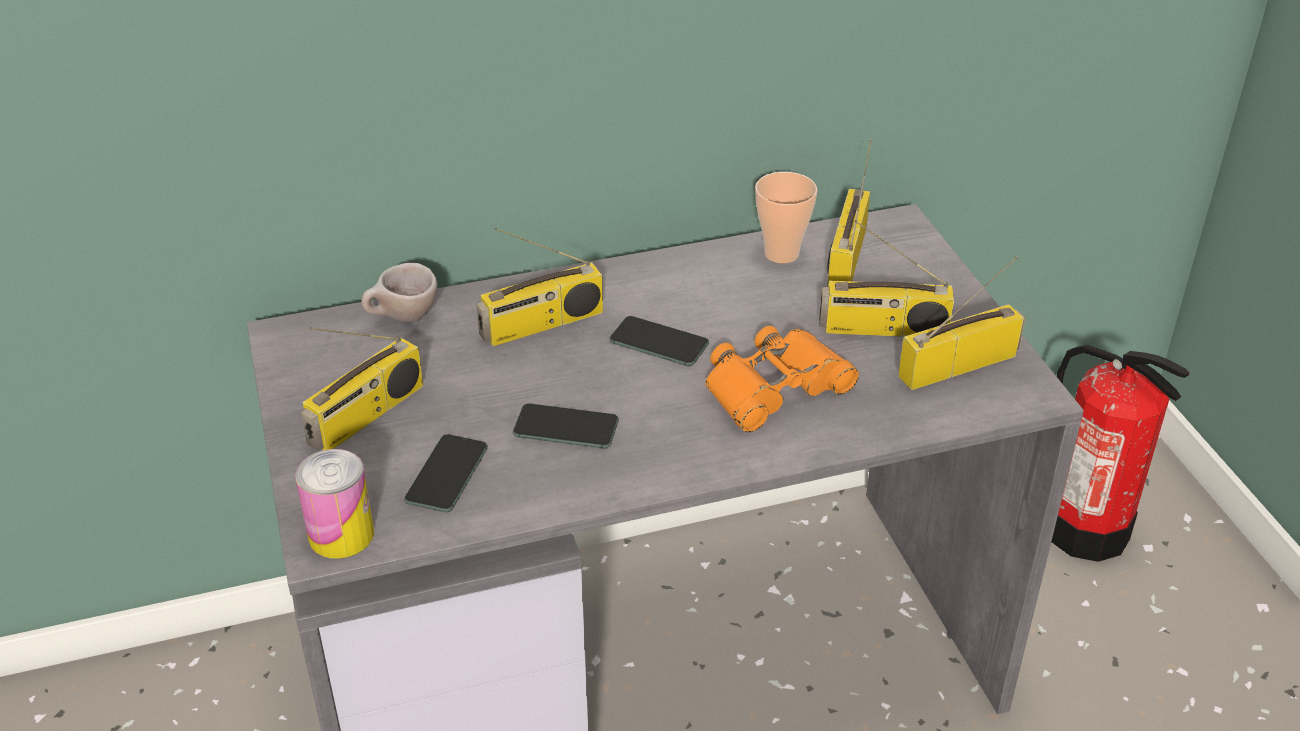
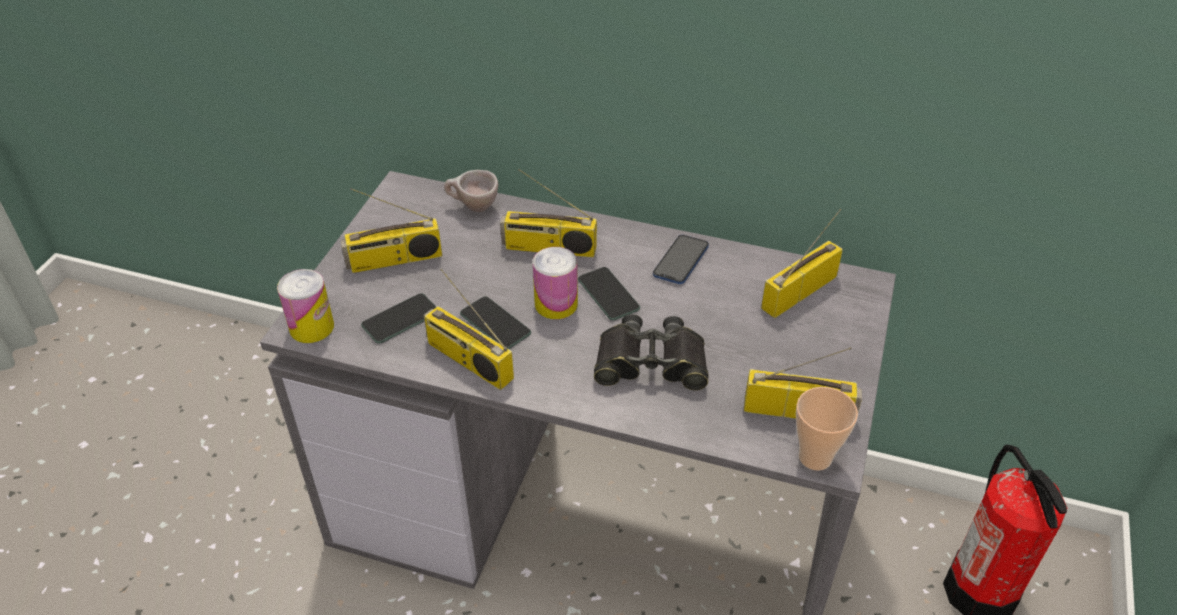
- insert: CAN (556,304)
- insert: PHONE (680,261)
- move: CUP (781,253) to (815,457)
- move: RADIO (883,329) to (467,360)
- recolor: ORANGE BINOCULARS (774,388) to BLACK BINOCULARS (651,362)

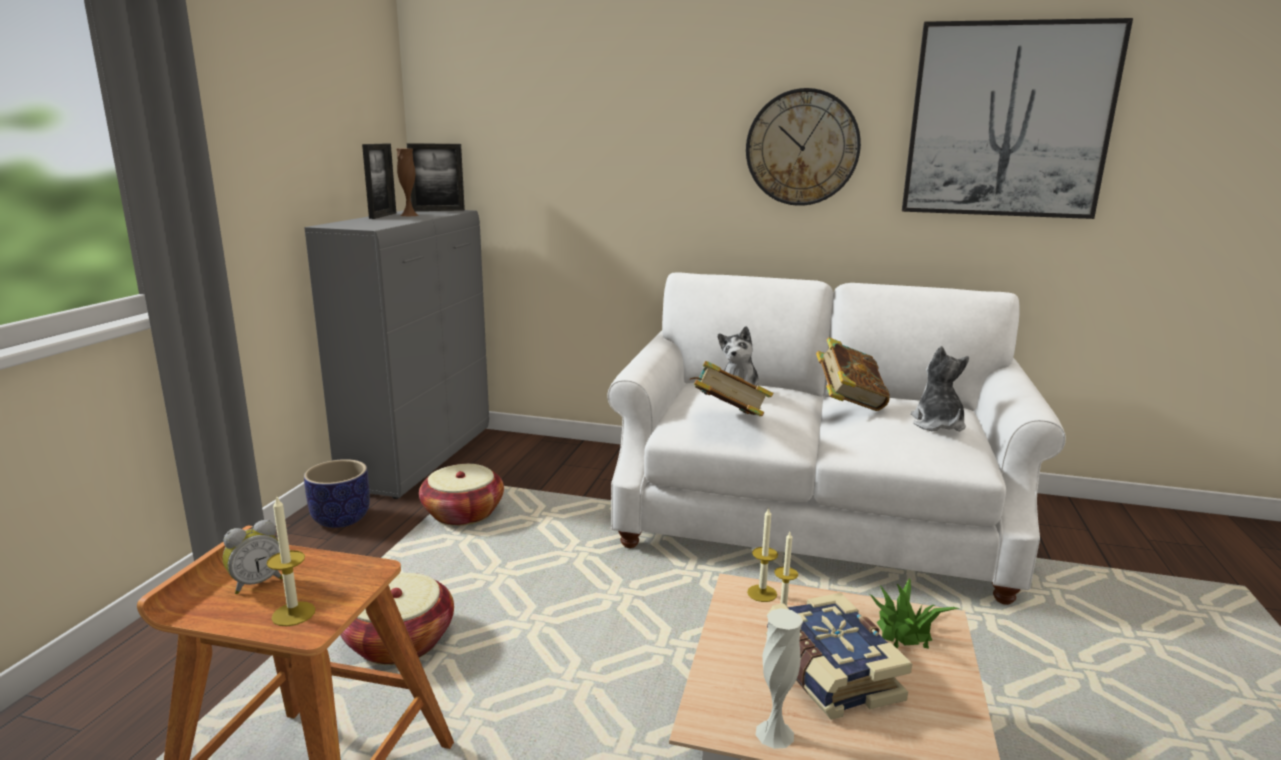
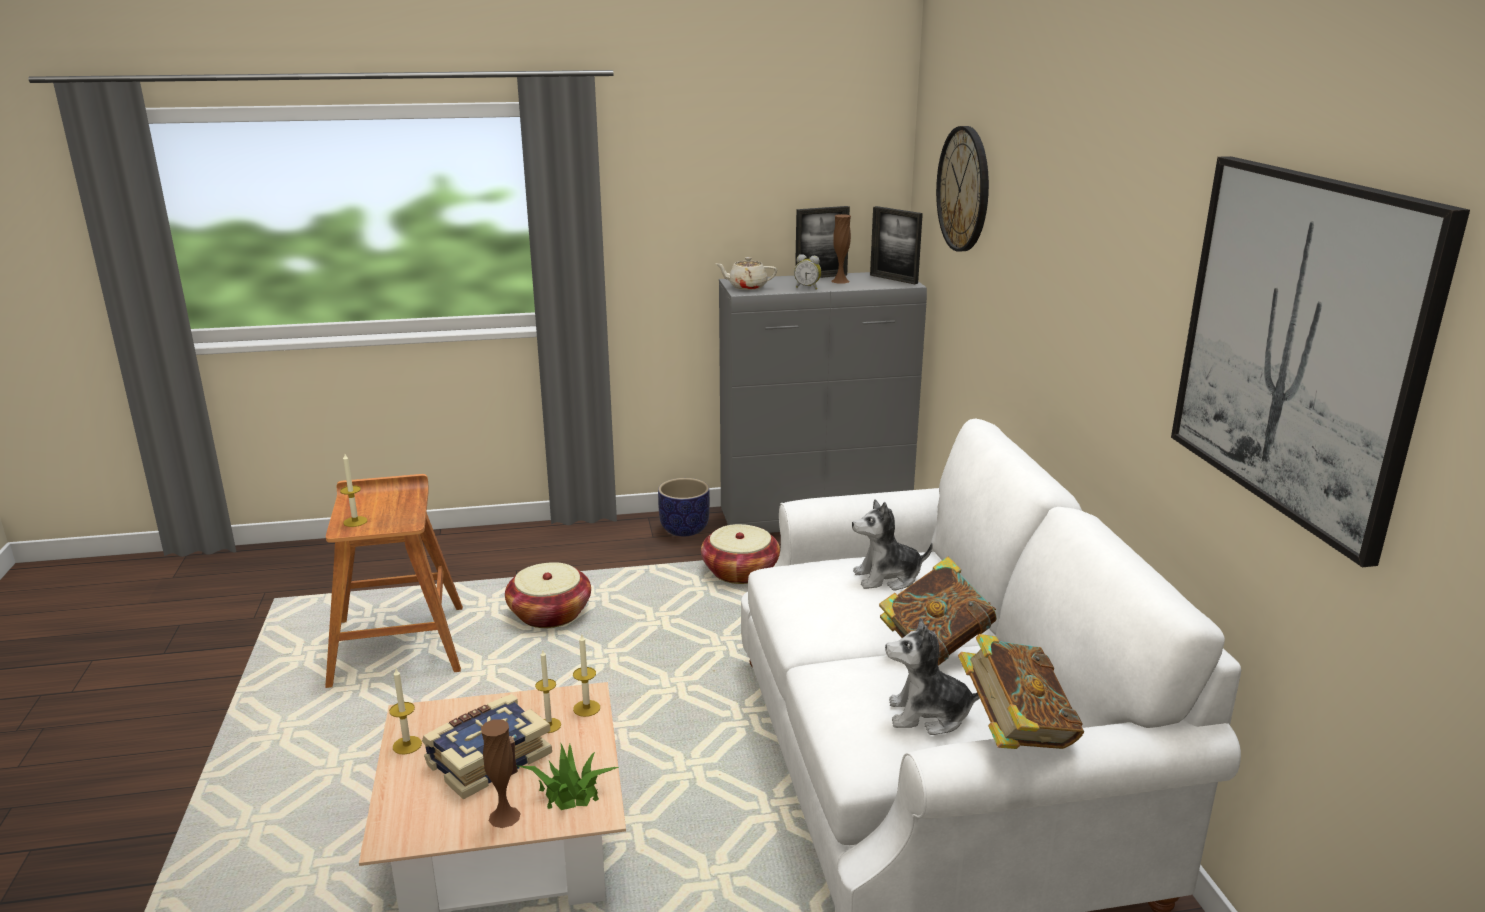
- insert: BROWN VASE (504,817)
- insert: BEIGE TEAPOT (747,287)
- move: ALARM CLOCK (256,583) to (807,287)
- move: BOOK (728,420) to (1015,731)
- move: WALL CLOCK (802,148) to (964,189)
- replace: WHITE VASE (774,734) to CANDLE (407,745)
- rotate: PLUSH TOY (937,424) = (928,715) 150 degrees counterclockwise

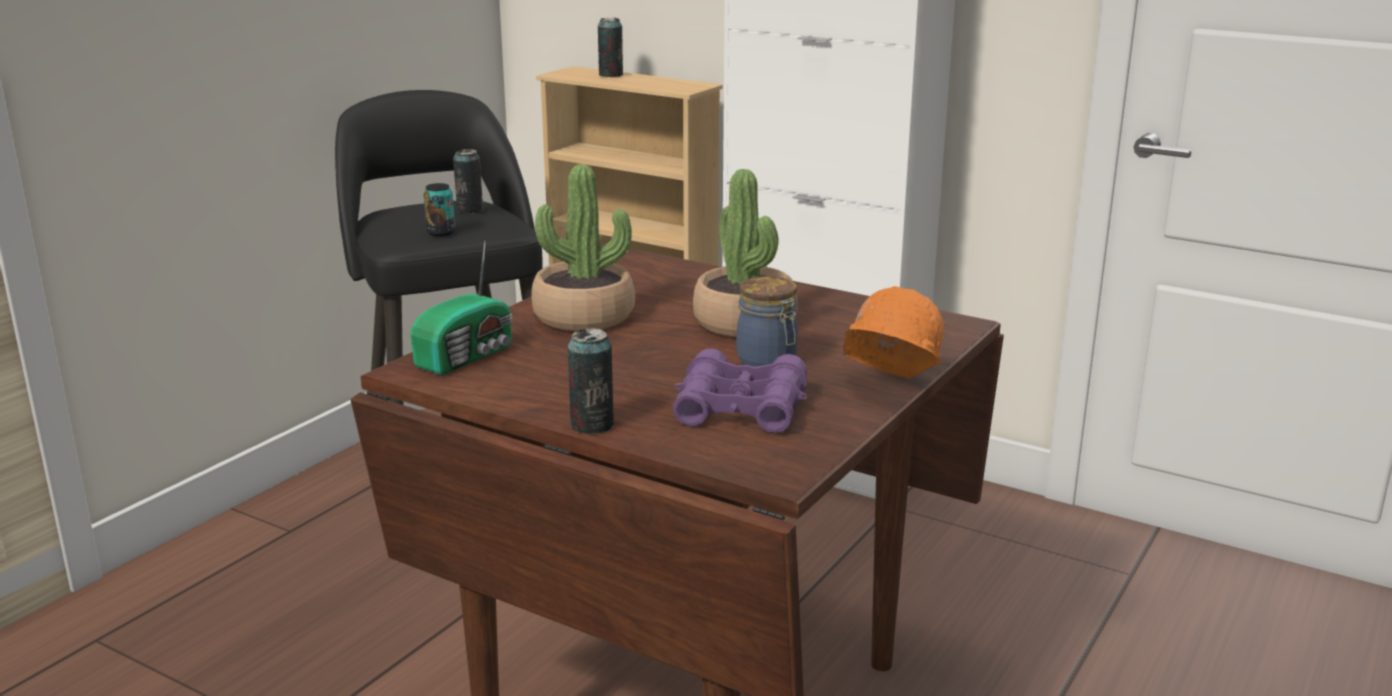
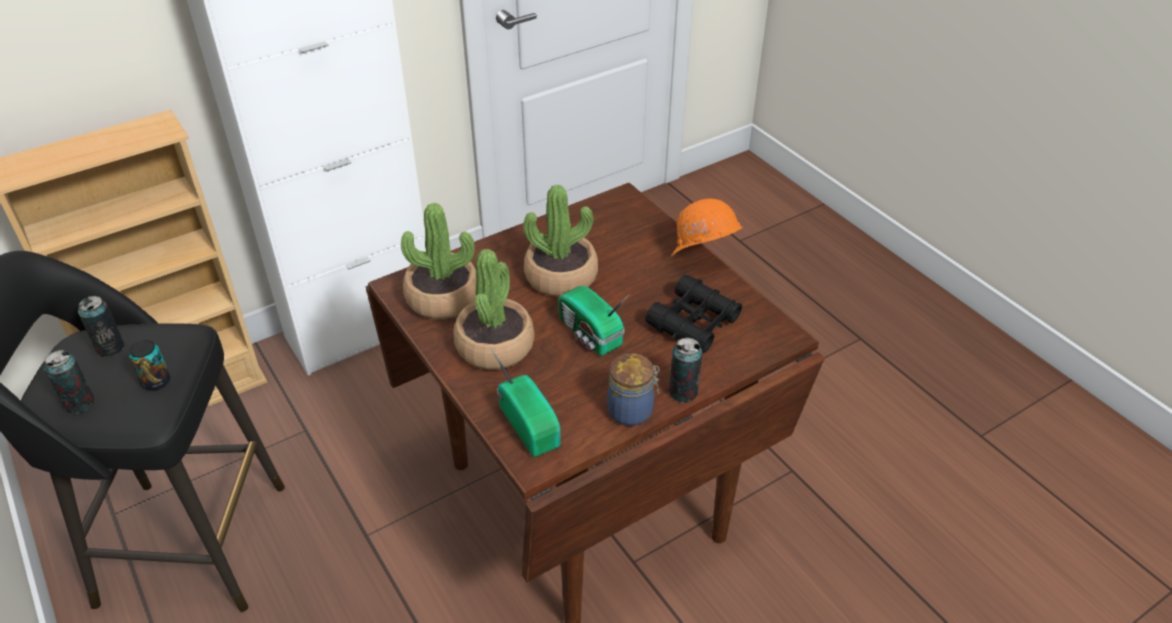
- insert: POTTED PLANT (443,298)
- insert: RADIO (590,334)
- move: CAN (611,75) to (80,403)
- move: JAR (768,362) to (632,411)
- recolor: PURPLE BINOCULARS (741,409) to BLACK BINOCULARS (694,322)

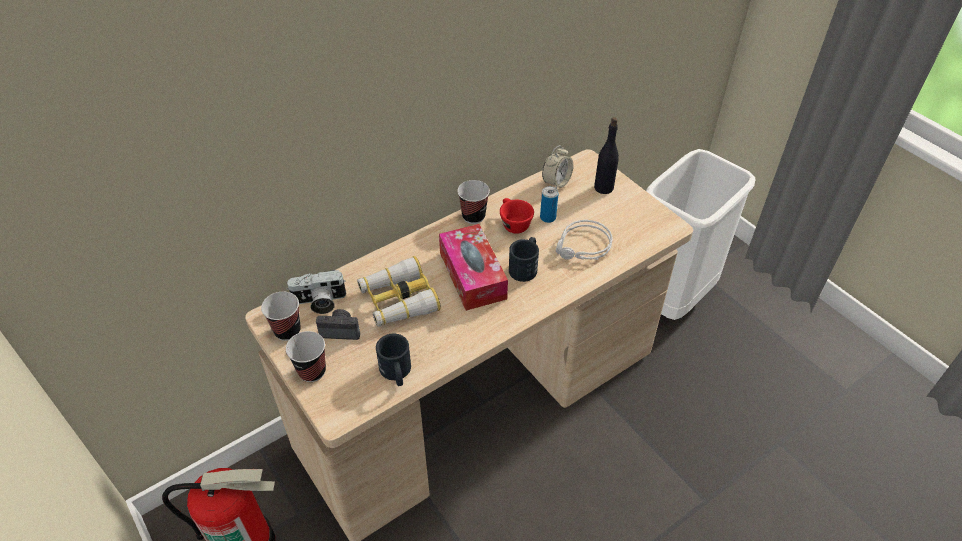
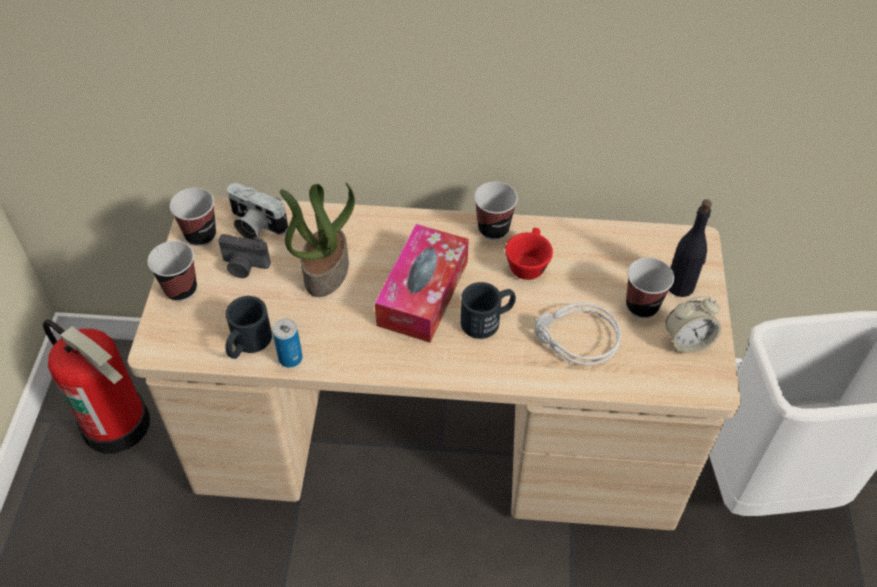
- insert: CUP (642,306)
- move: CAN (548,217) to (290,358)
- move: ALARM CLOCK (556,182) to (687,341)
- replace: BINOCULARS (398,300) to POTTED PLANT (325,271)
- rotate: PHOTO CAMERA (341,330) = (244,266) 150 degrees clockwise

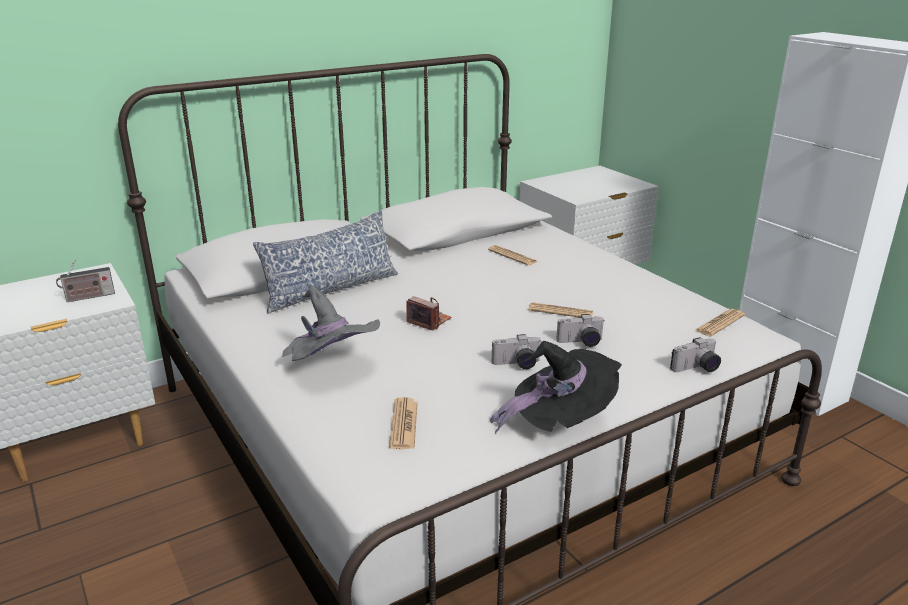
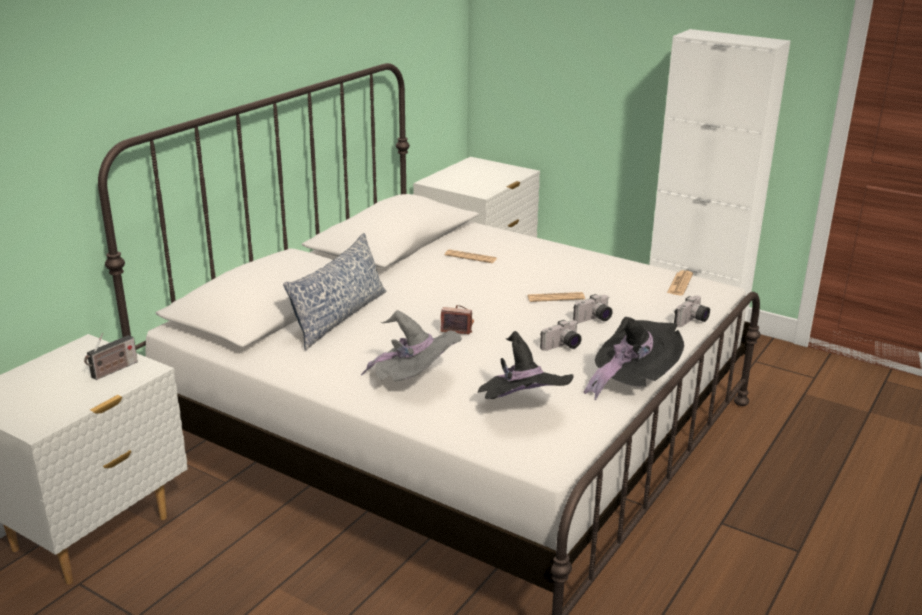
- replace: NEWSPAPER (404,424) to BLACK HAT (522,410)

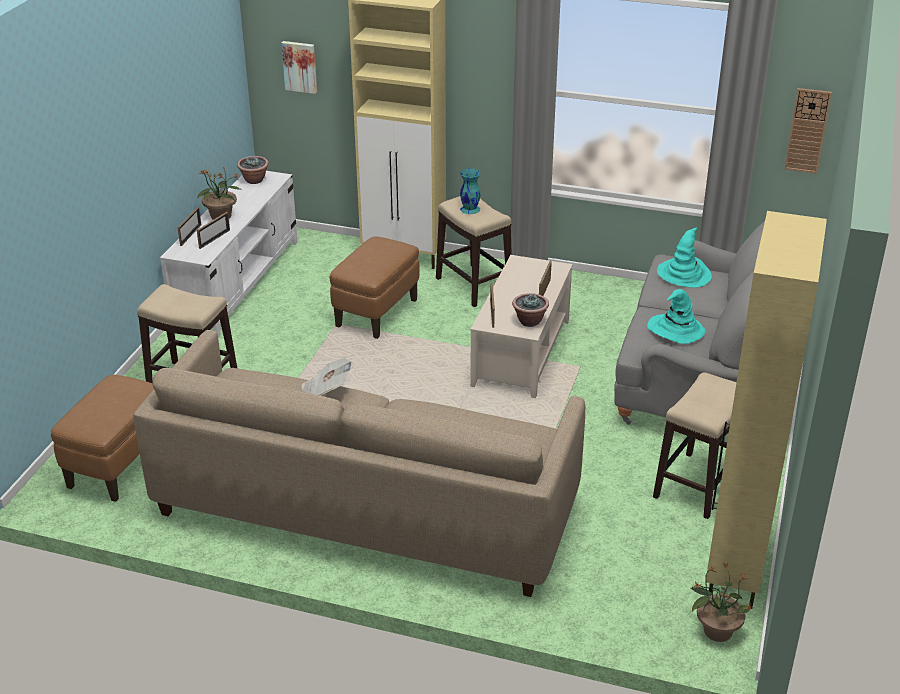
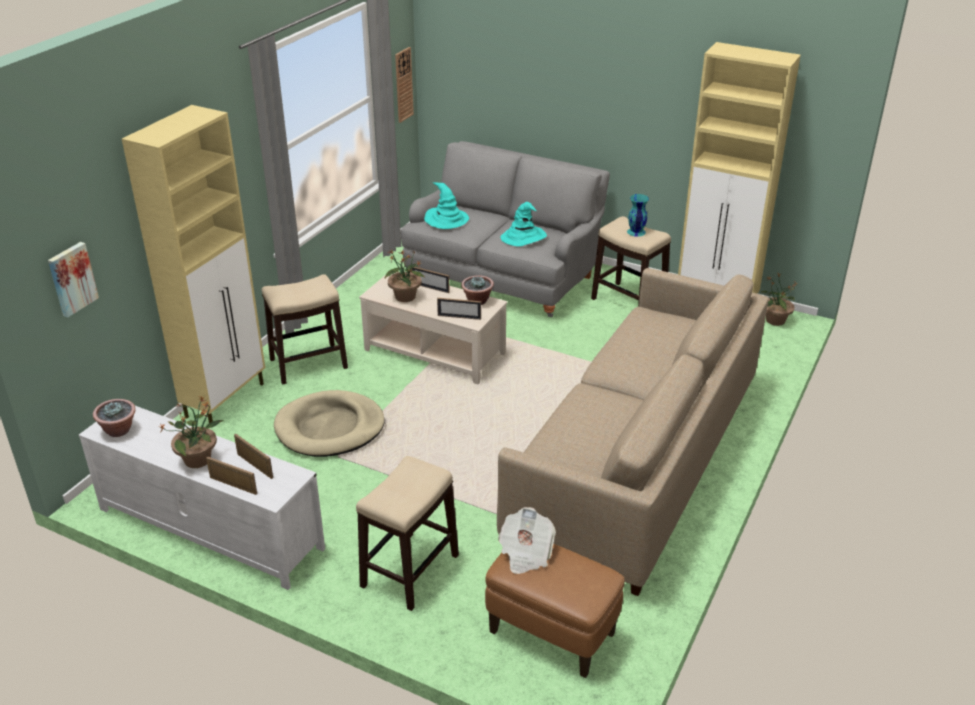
- insert: POTTED PLANT (405,297)
- move: NEWSPAPER (327,390) to (525,553)
- move: TURQUOISE VASE (470,209) to (636,232)
- replace: BROWN OTTOMAN (376,313) to BEIGE DOG BED (330,428)

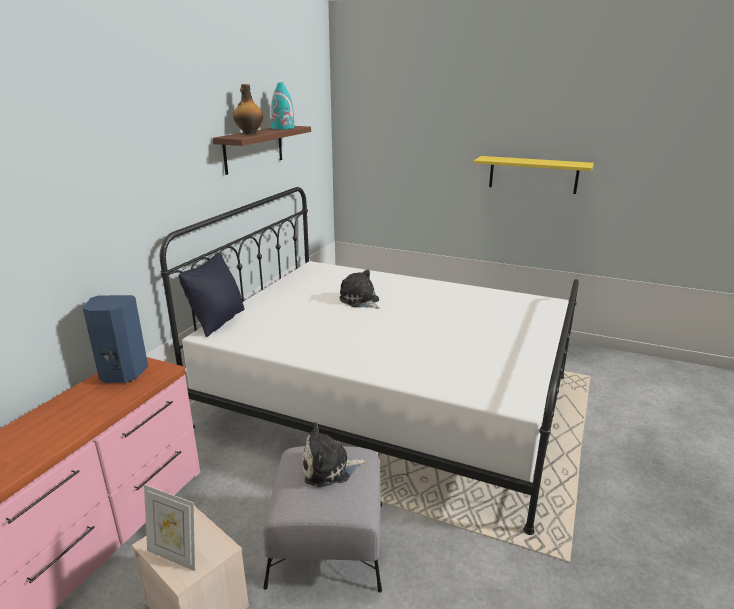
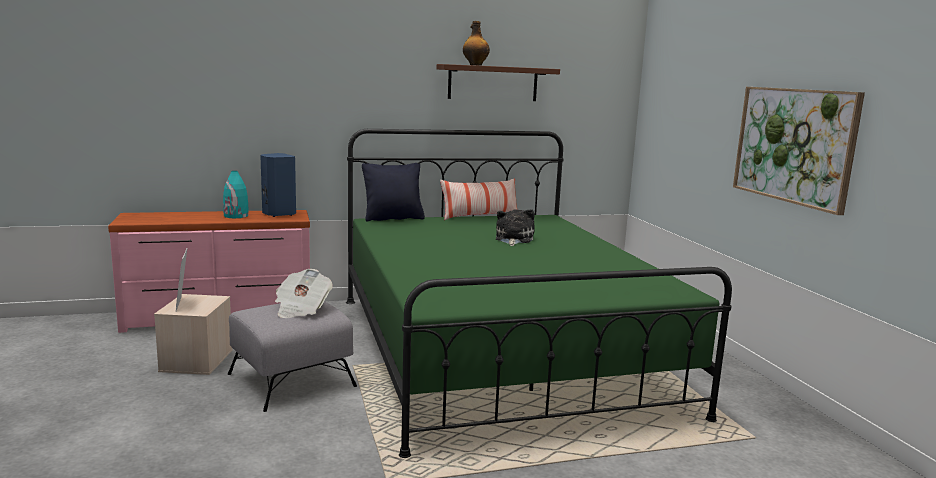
- insert: PILLOW (480,217)
- move: TURQUOISE VASE (283,128) to (236,216)
- replace: PLUSH TOY (329,468) to NEWSPAPER (301,309)
- replace: YELLOW SHELF (533,174) to PICTURE (793,145)
- recolor: WHITE BED (388,401) to GREEN BED (498,351)

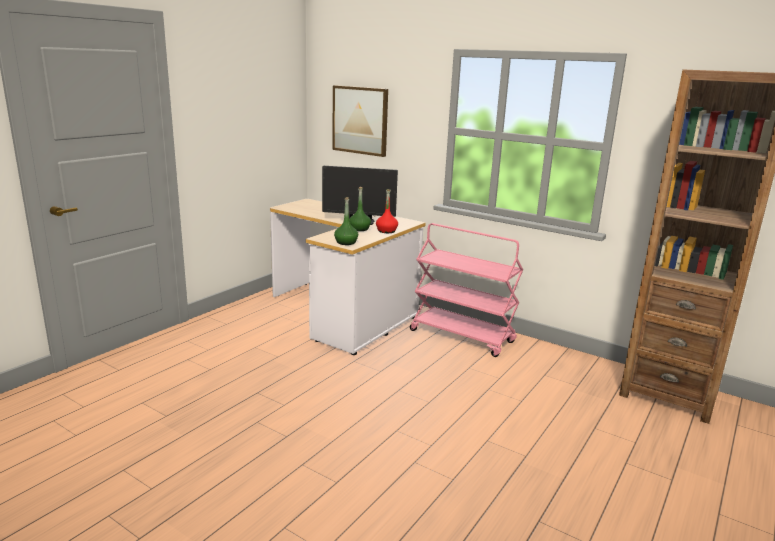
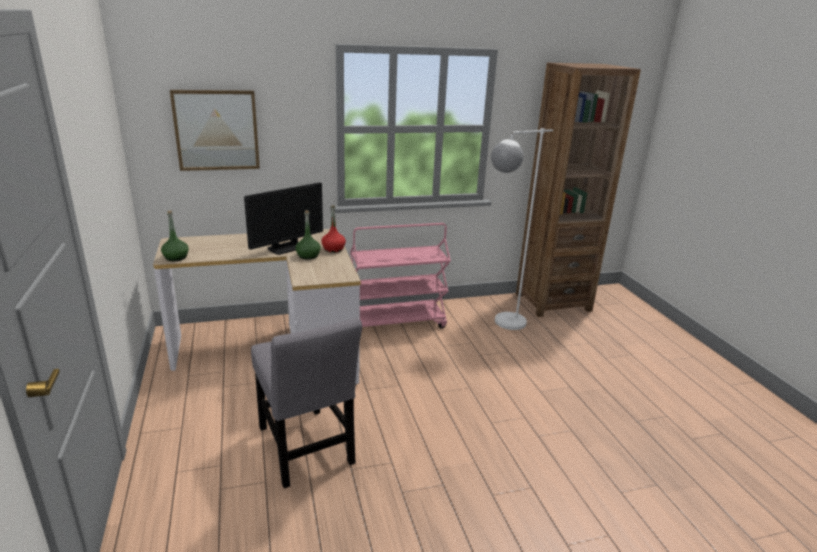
- insert: GREY CHAIR (306,449)
- insert: WHITE FLOOR LAMP (501,324)
- move: GREEN BOTTLE (346,242) to (176,257)

